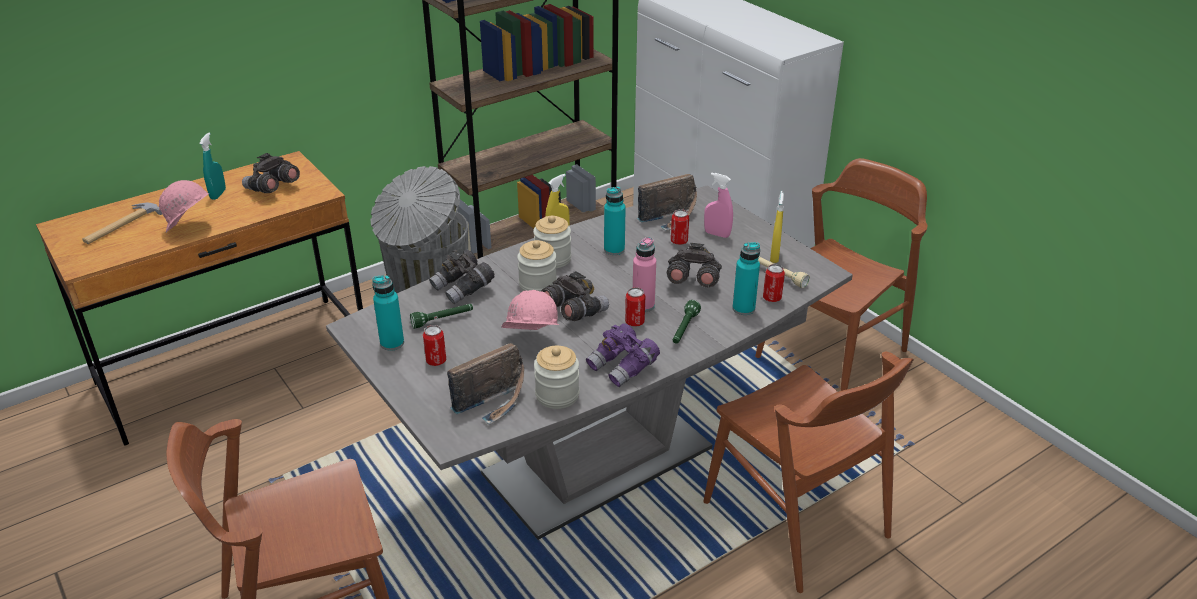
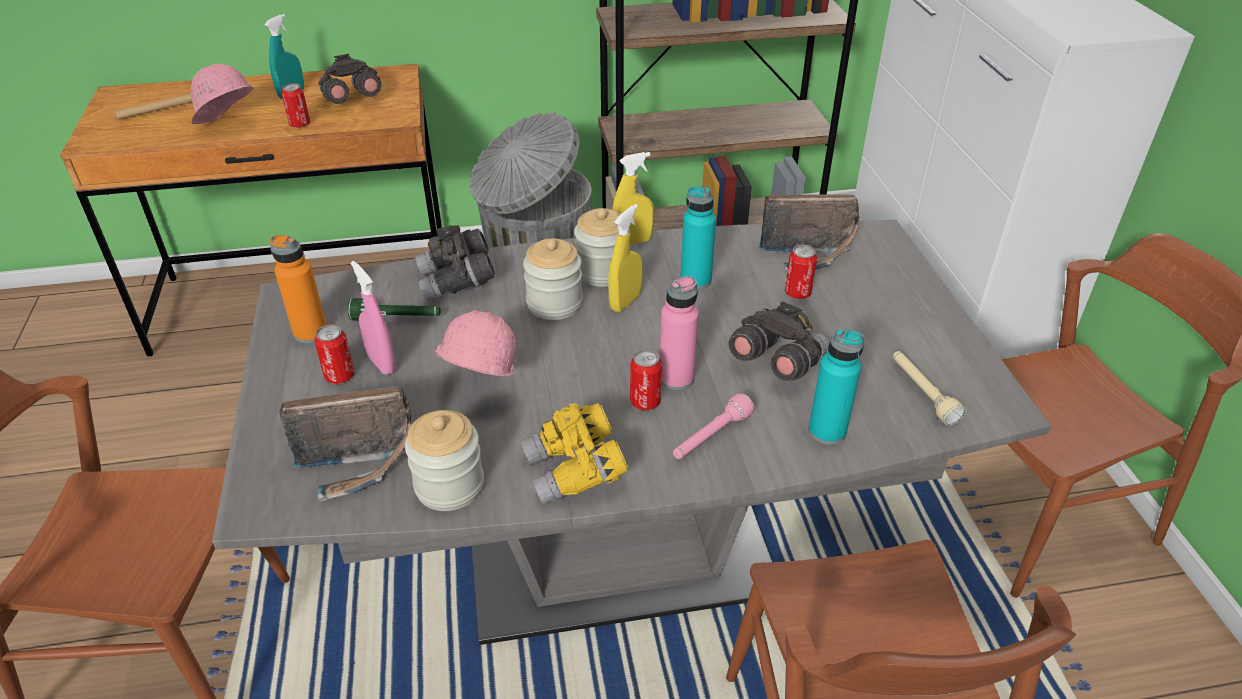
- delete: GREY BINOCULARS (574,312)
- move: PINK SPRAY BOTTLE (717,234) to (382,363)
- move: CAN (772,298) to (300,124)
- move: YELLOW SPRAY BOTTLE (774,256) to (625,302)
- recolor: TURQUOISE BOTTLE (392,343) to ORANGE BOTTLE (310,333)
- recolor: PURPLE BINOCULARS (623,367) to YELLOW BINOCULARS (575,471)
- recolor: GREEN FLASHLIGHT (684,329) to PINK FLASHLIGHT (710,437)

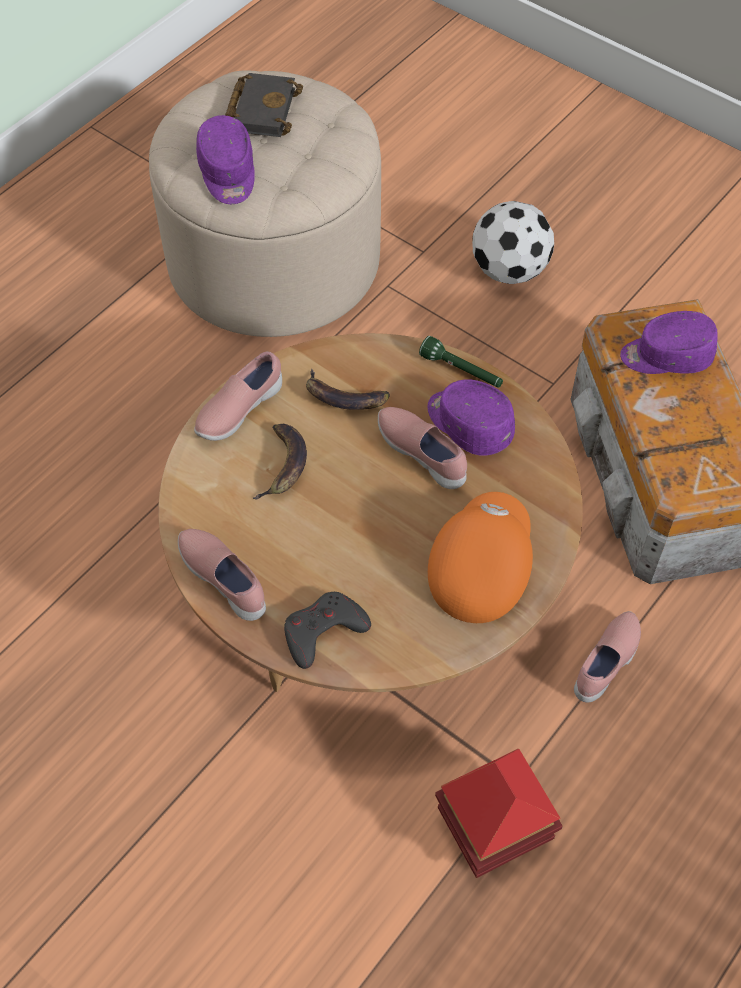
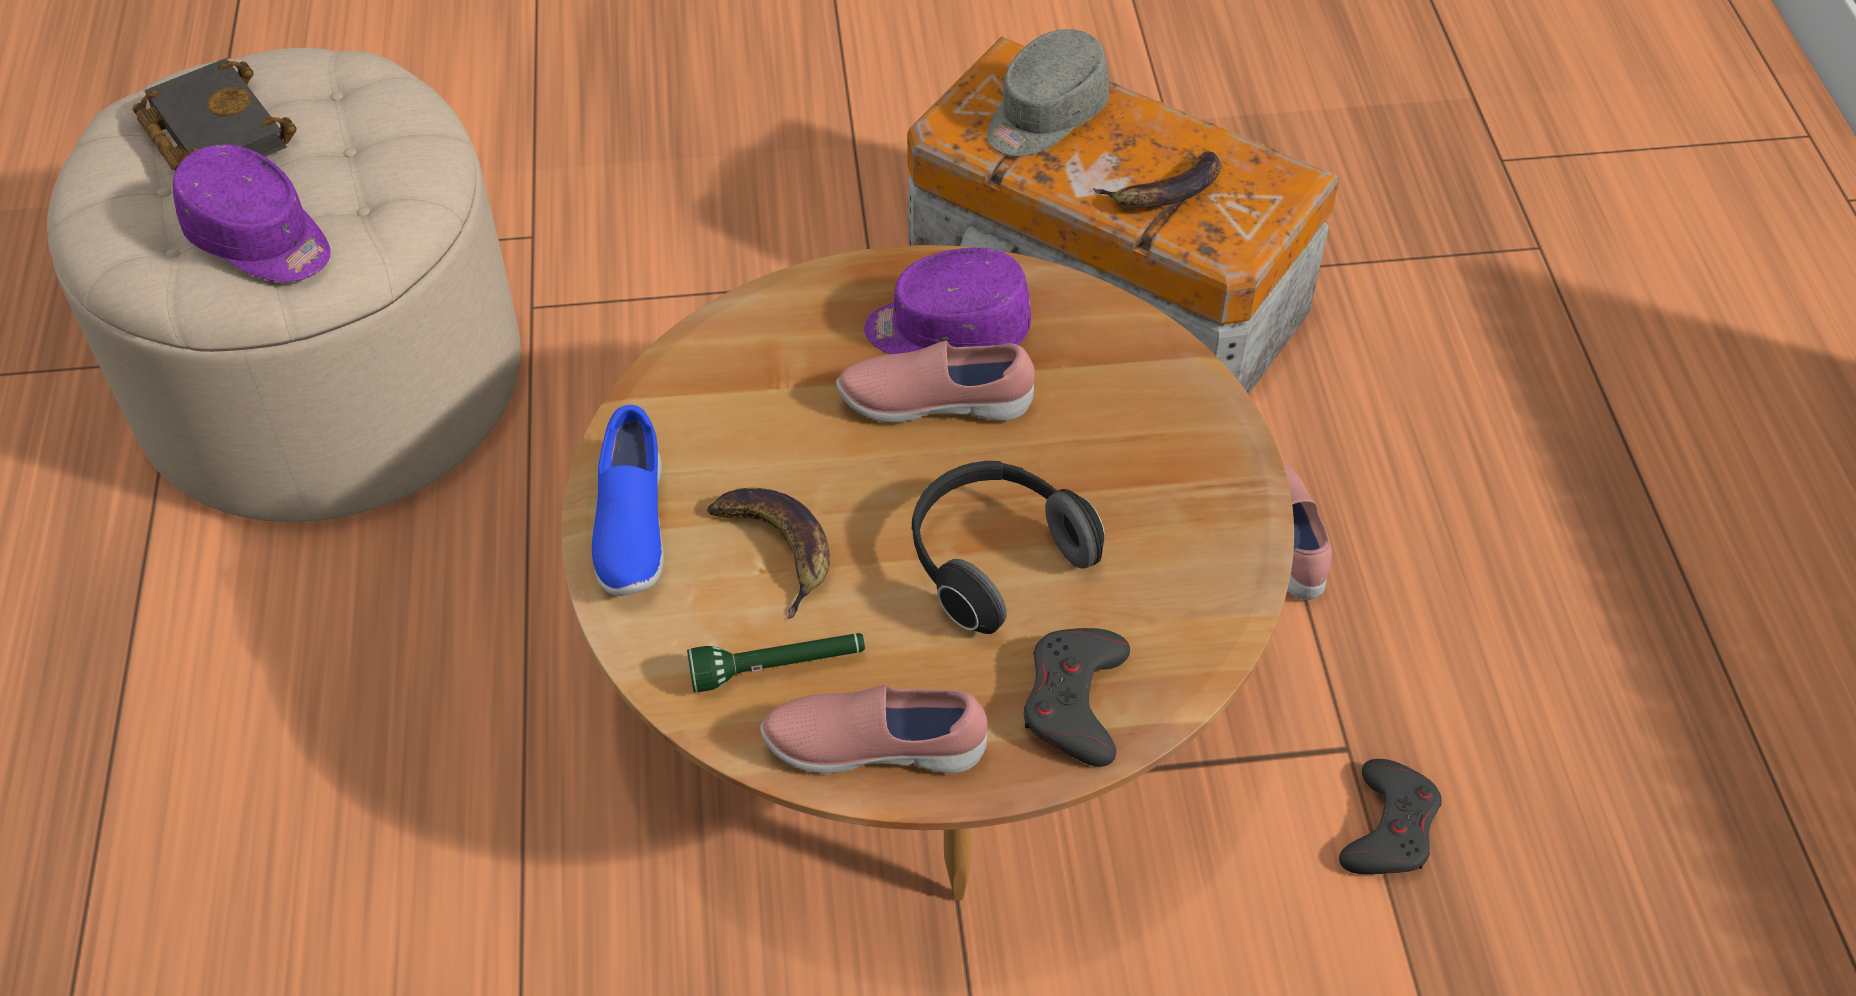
- delete: ORANGE CAP (479,568)
- delete: FOOTBALL (510,270)
- insert: HEADPHONES (994,560)
- move: BANANA (343,397) to (1166,192)
- move: GREEN FLASHLIGHT (461,371) to (778,668)
- replace: TOY HOUSE (493,832) to GREY GAME CONTROLLER (1389,827)
- recolor: PINK SHOE (238,410) to BLUE SHOE (631,529)
- recolor: PURPLE CAP (666,356) to GREY CAP (1044,117)

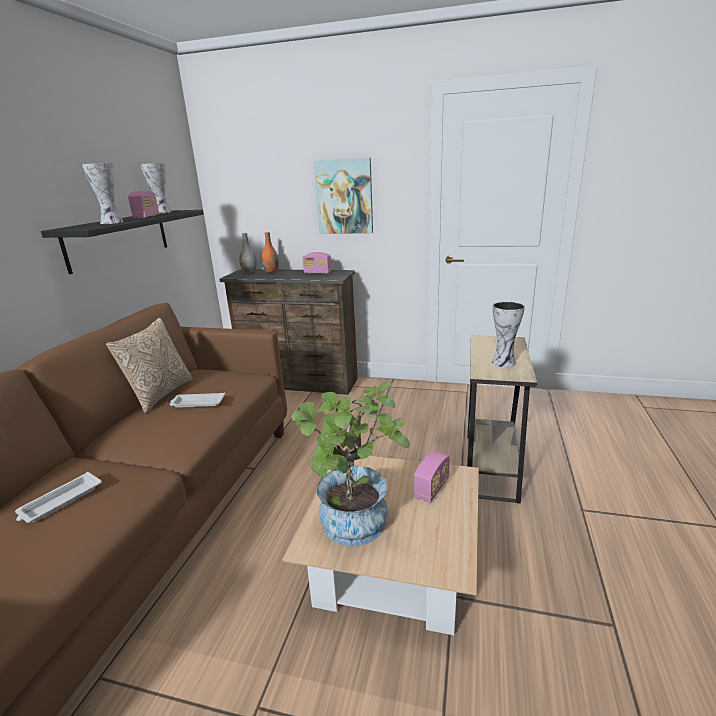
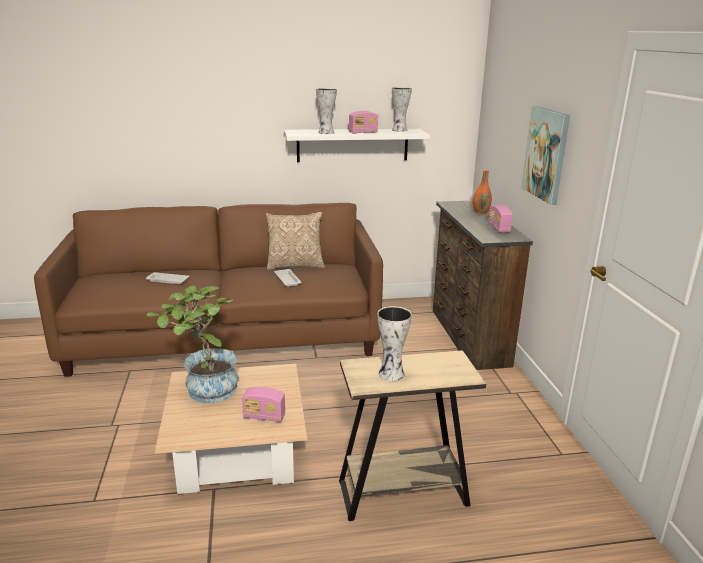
- delete: GREY VASE (249,272)
- recolor: BLACK SHELF (119,239) to WHITE SHELF (352,145)

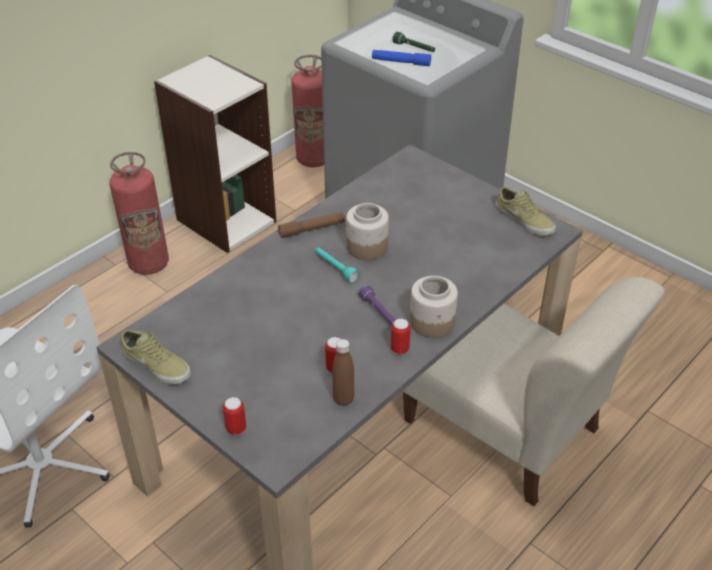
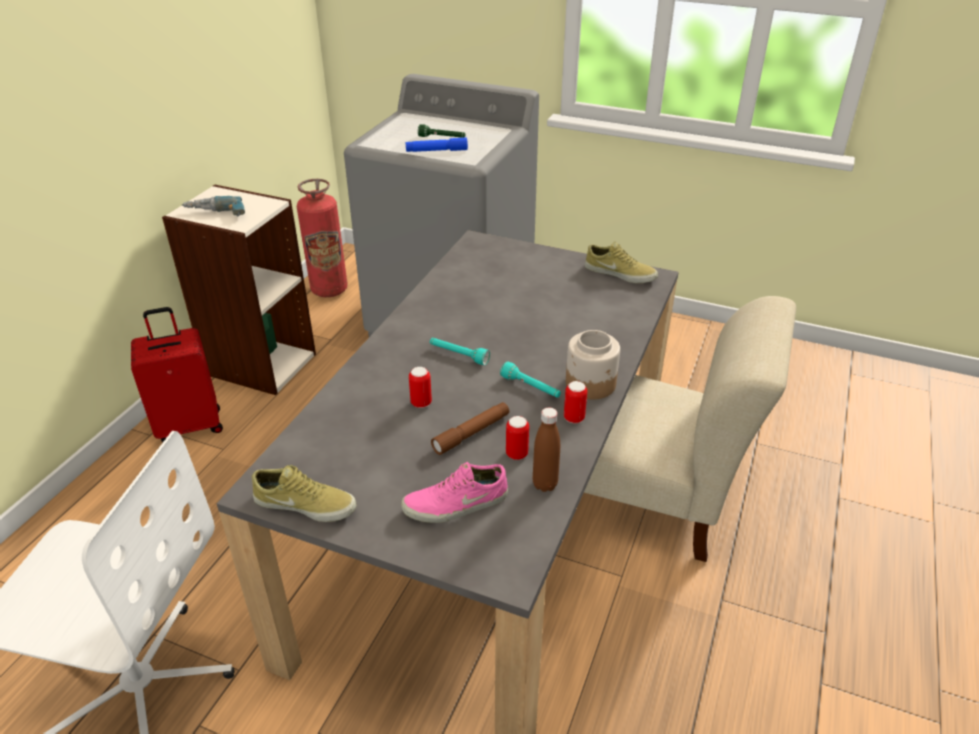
- delete: JAR (366,247)
- insert: POWER DRILL (214,215)
- insert: PINK SHOE (456,504)
- move: CAN (236,428) to (421,403)
- move: BROWN FLASHLIGHT (312,229) to (471,433)
- replace: FIRE EXTINGUISHER (149,264) to RED SUITCASE (190,425)
- recolor: PURPLE FLASHLIGHT (379,313) to TURQUOISE FLASHLIGHT (531,388)

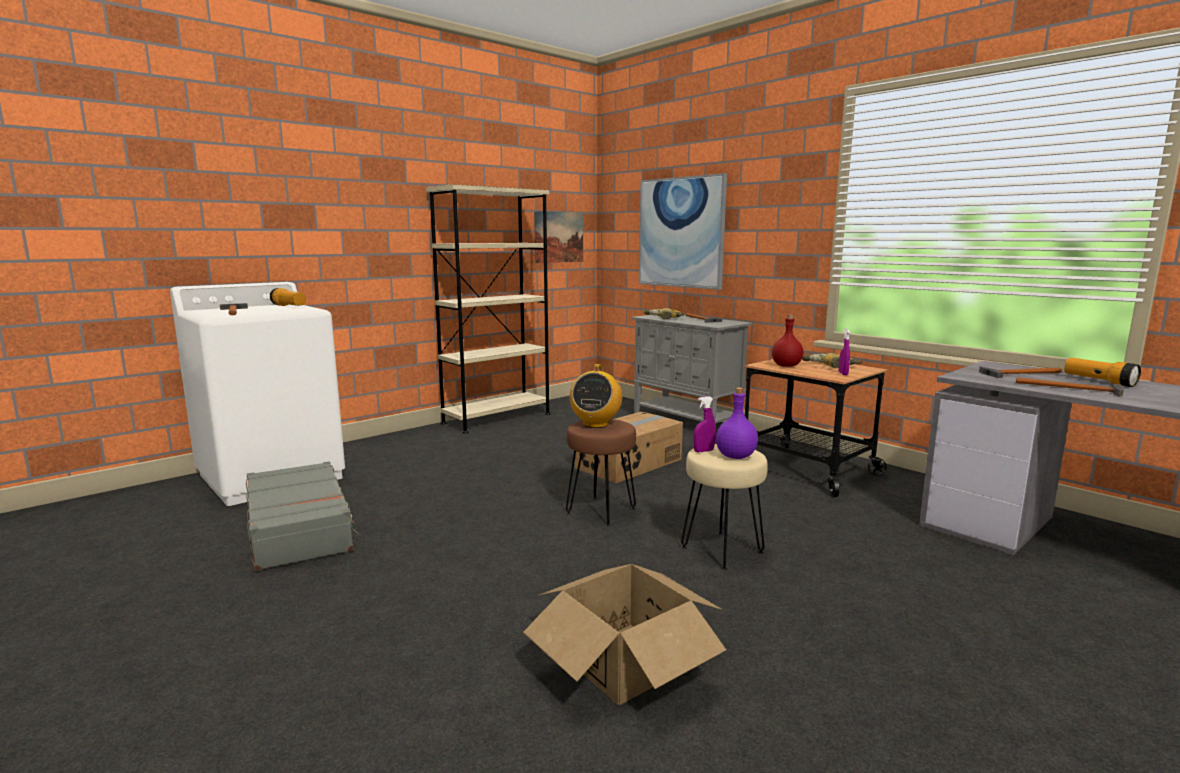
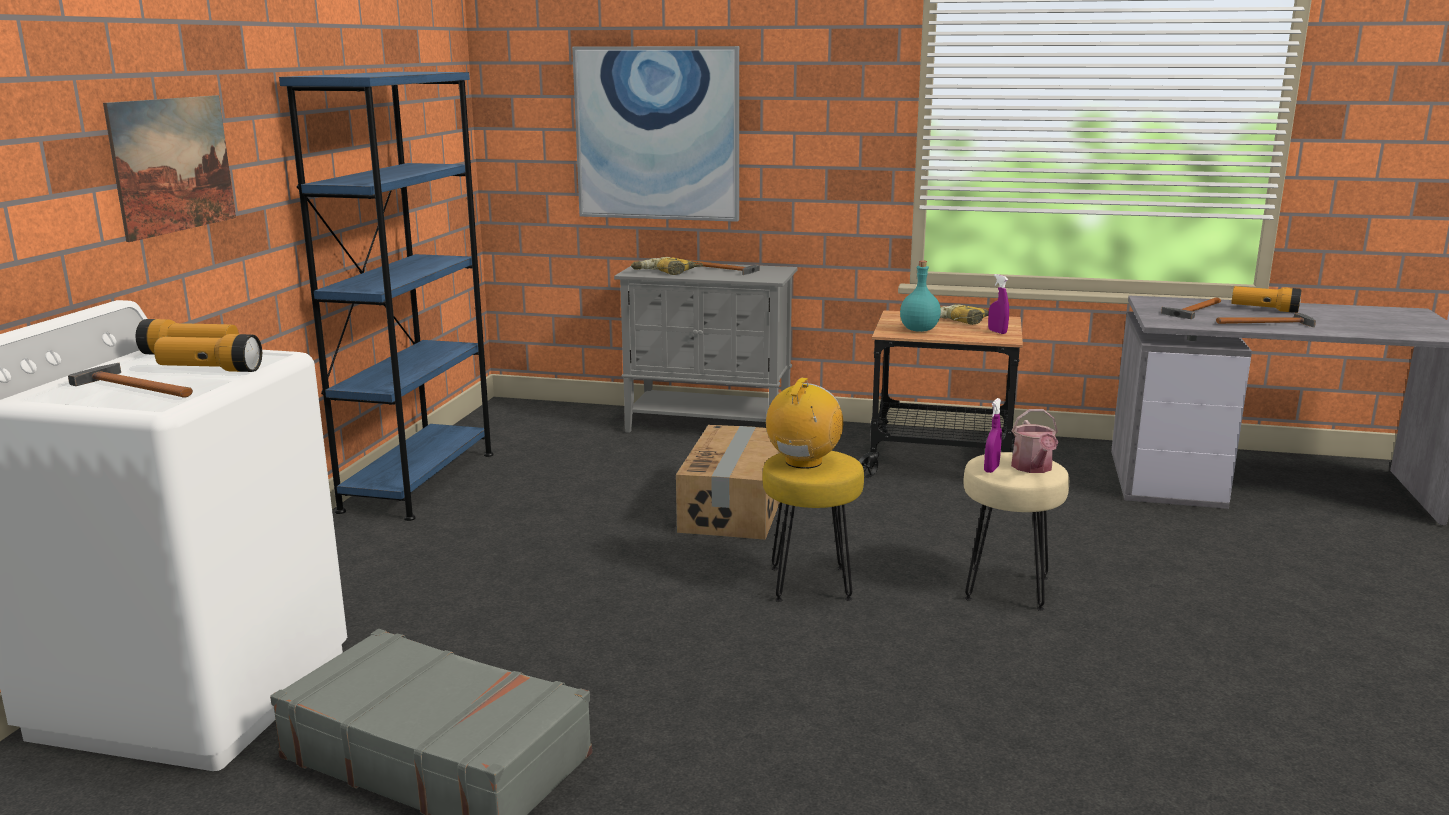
- delete: CARDBOARD BOX (624,661)
- insert: FLASHLIGHT (210,370)
- move: PICTURE (559,237) to (173,165)
- replace: PURPLE BOTTLE (735,456) to WATERING CAN (1033,468)
- recolor: BEIGE BOOKCASE (497,418) to BLUE BOOKCASE (419,481)
- recolor: BROWN STOOL (602,511) to YELLOW STOOL (811,583)
- recolor: RED BOTTLE (787,366) to TURQUOISE BOTTLE (919,330)
- rotate: RADIO (595,424) = (803,462) 135 degrees counterclockwise

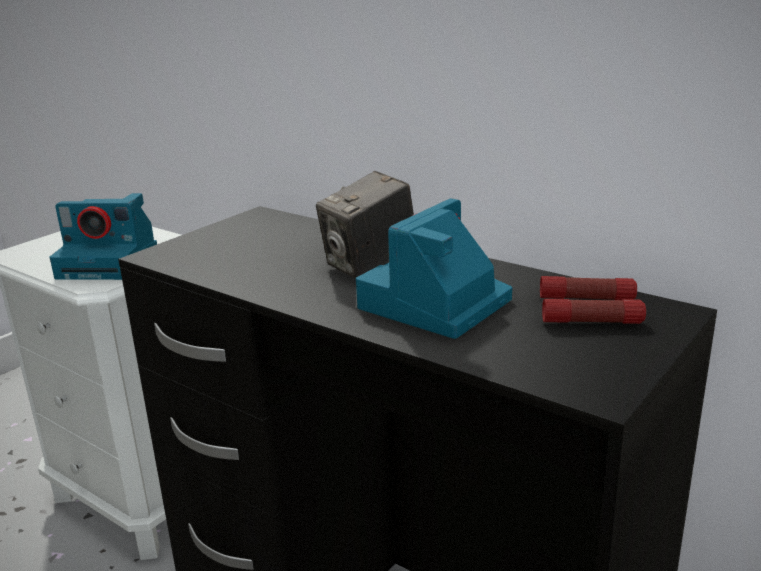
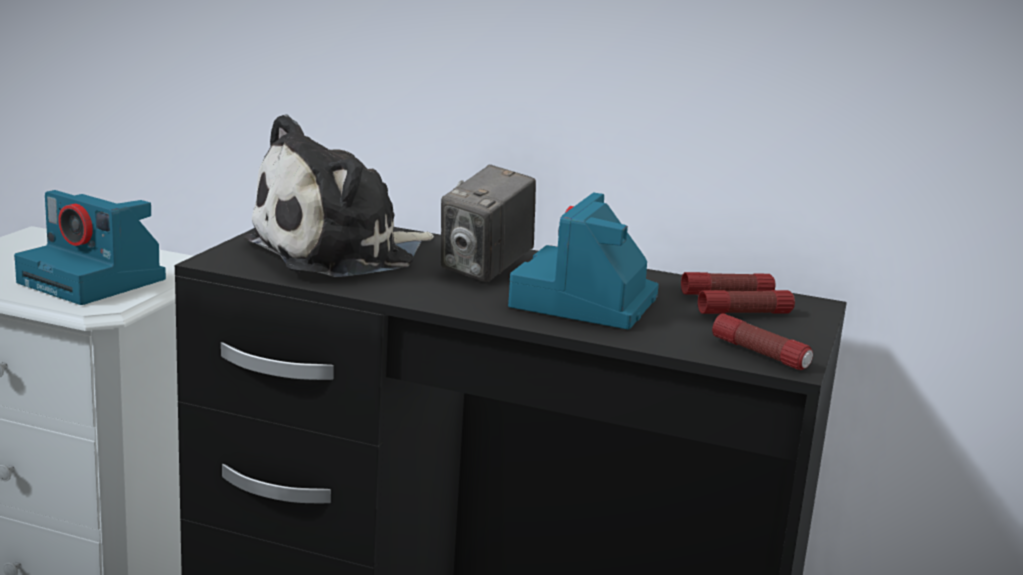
- insert: PLUSH TOY (340,253)
- insert: FLASHLIGHT (760,354)
- rotate: PHOTO CAMERA (111,263) = (95,281) 45 degrees clockwise

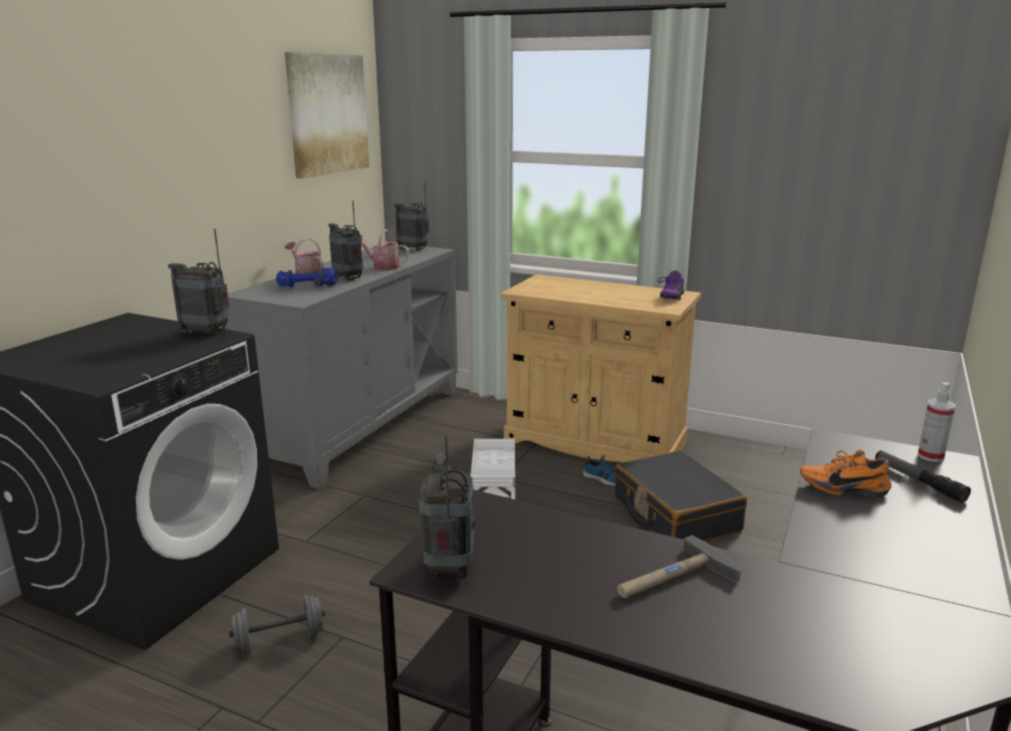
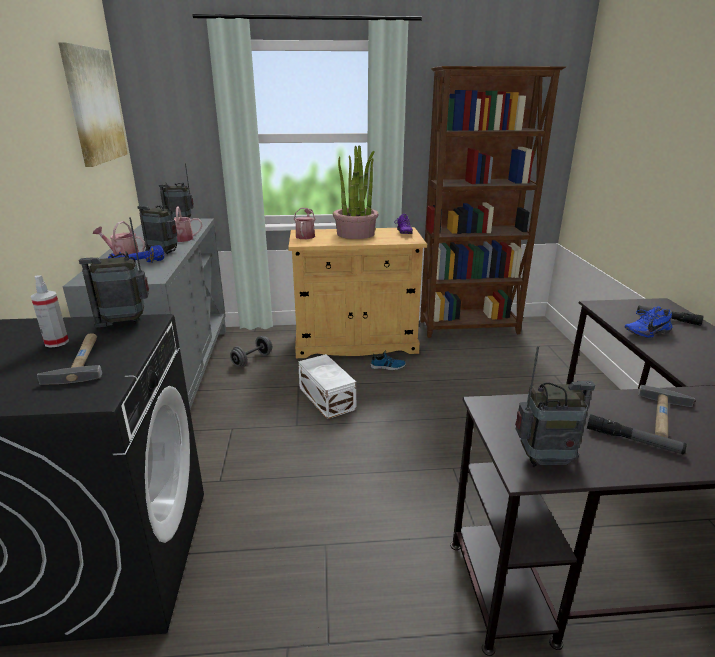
- delete: BLACK SUITCASE (675,514)
- insert: HAMMER (80,360)
- insert: WATERING CAN (305,235)
- insert: POTTED PLANT (355,234)
- insert: BROWN BOOKCASE (470,328)
- insert: FLASHLIGHT (633,440)
- move: GREY DUMBBELL (280,641) to (252,360)
- move: SPRAY BOTTLE (930,456) to (56,342)
- recolor: ORANGE SHOE (842,488) to BLUE SHOE (645,332)
- rotate: RADIO (449,569) = (545,461) 120 degrees clockwise

